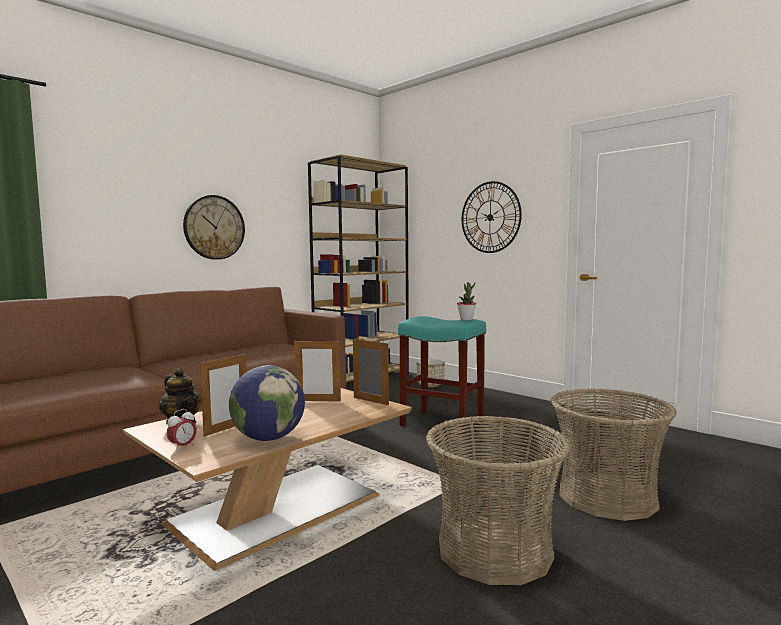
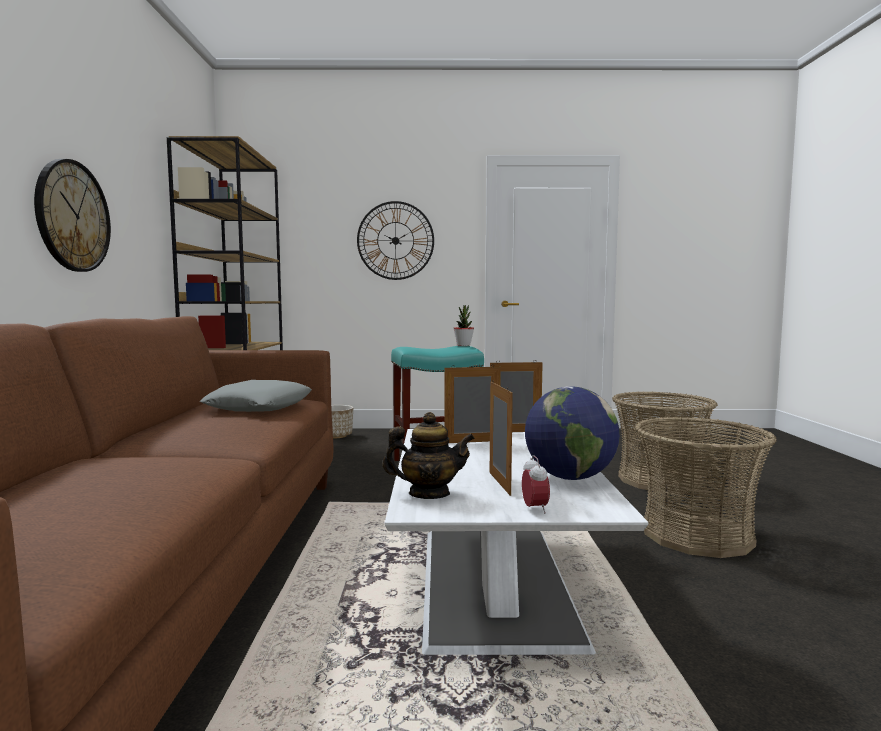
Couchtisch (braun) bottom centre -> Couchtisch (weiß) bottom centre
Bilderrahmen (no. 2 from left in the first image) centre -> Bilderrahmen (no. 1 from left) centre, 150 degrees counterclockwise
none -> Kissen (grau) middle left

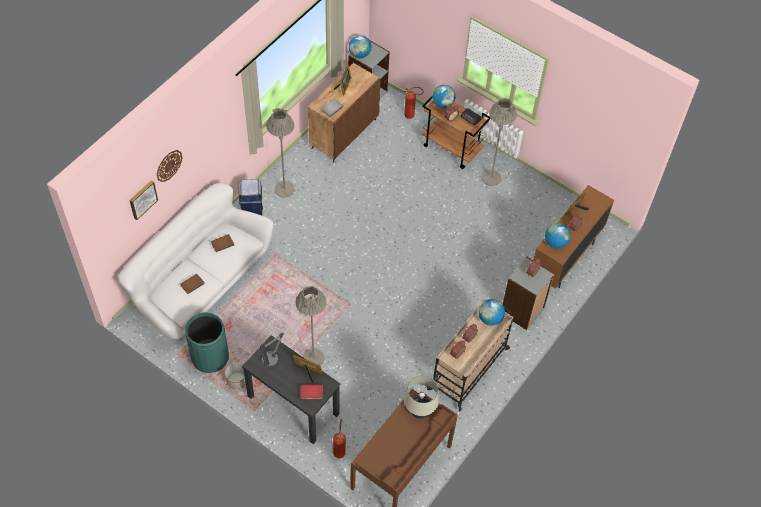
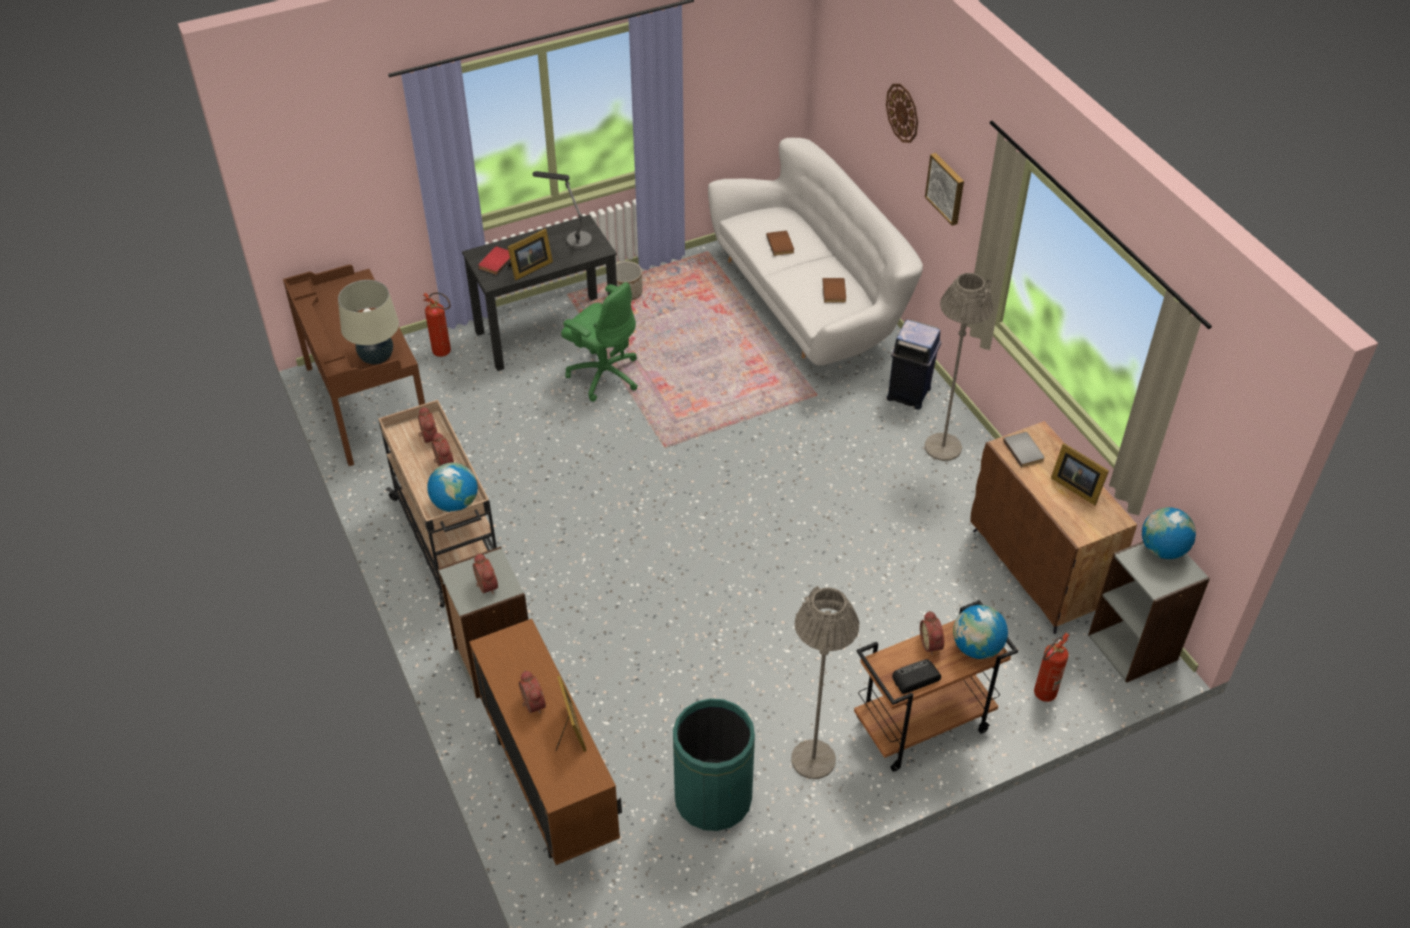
Bild middle left -> Bild top right, shifted
Mülleimer (grün) bottom left -> Mülleimer (grün) bottom centre, shifted
Stehlampe (grau) (no. 2 from left) centre -> Bürostuhl (grün) centre
Globus (no. 4 from left) middle right -> none

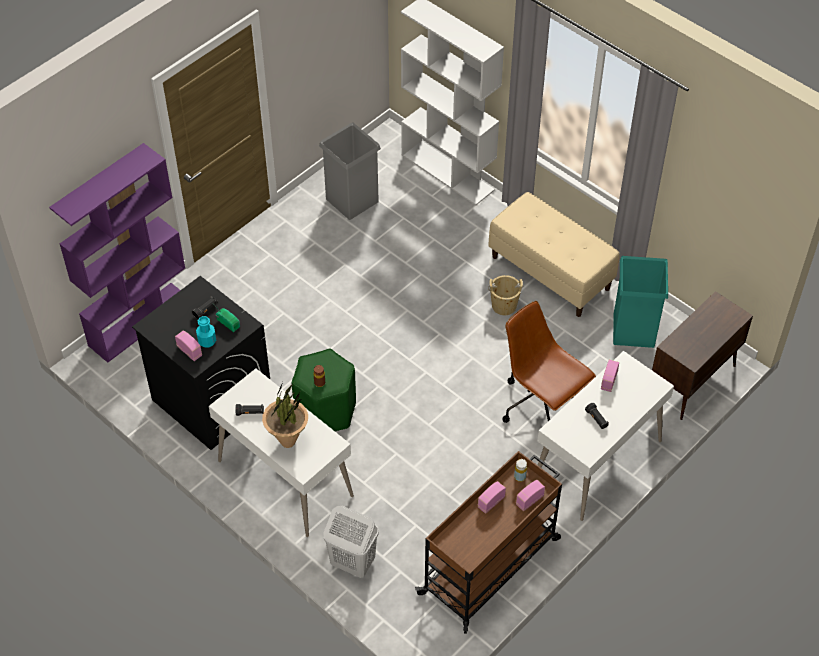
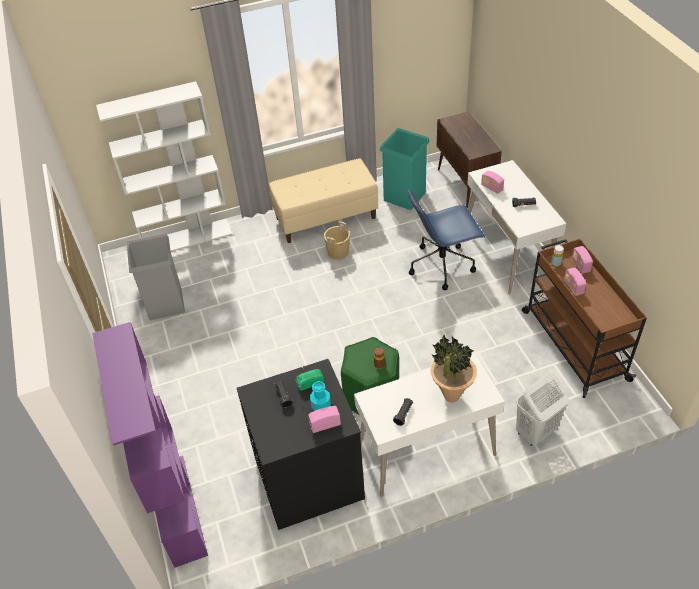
Bürostuhl (braun) middle right -> Bürostuhl (blau) centre

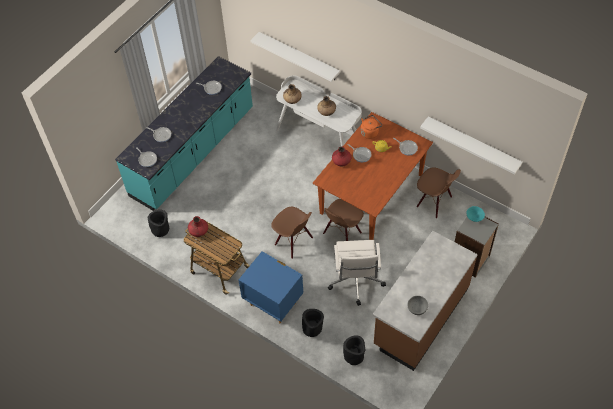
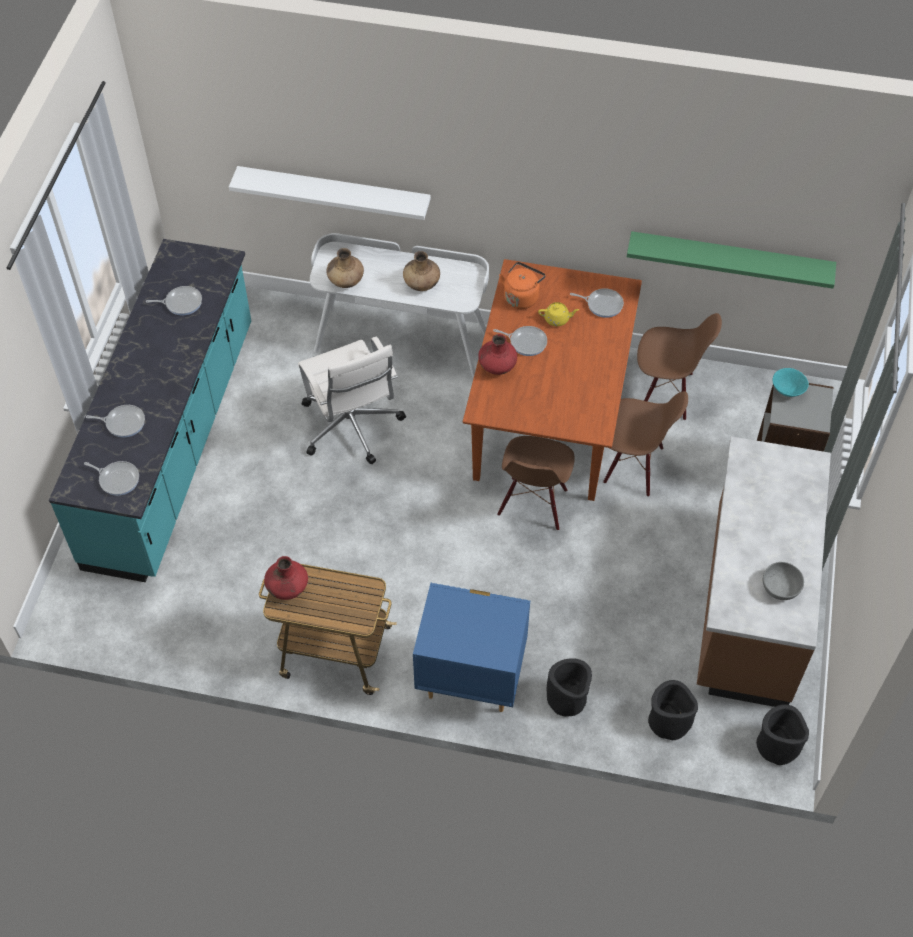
Pflanzkübel (schwarz) (no. 1 from left in the first image) middle left -> Pflanzkübel (schwarz) (no. 3 from left) bottom right, shifted
Stuhl (braun) (no. 1 from left in the first image) centre -> Stuhl (braun) (no. 2 from left) middle right, shifted
Bürostuhl (weiß) bottom centre -> Bürostuhl (weiß) centre, shifted
Wandregal (weiß) (no. 2 from left) middle right -> Wandregal (grün) top right

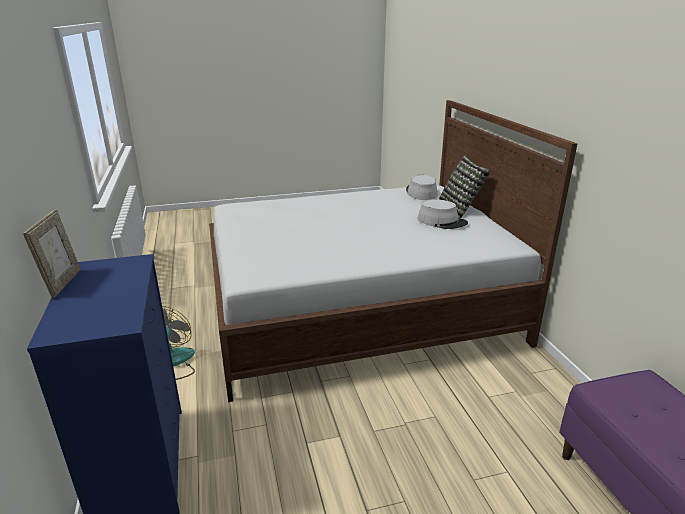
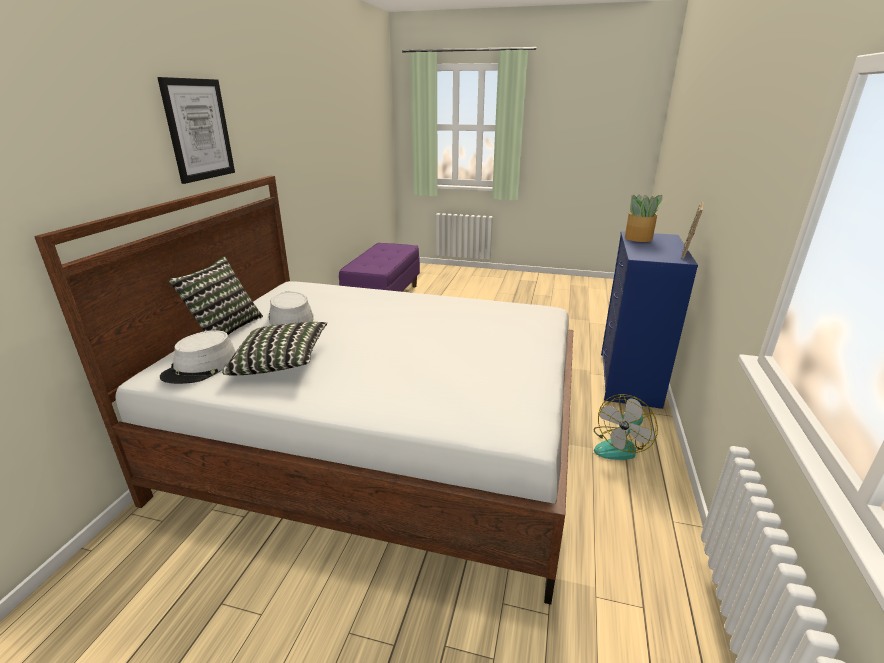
none -> Bild top left
none -> Kissen (no. 2 from left) middle left
none -> Topfpflanze top right

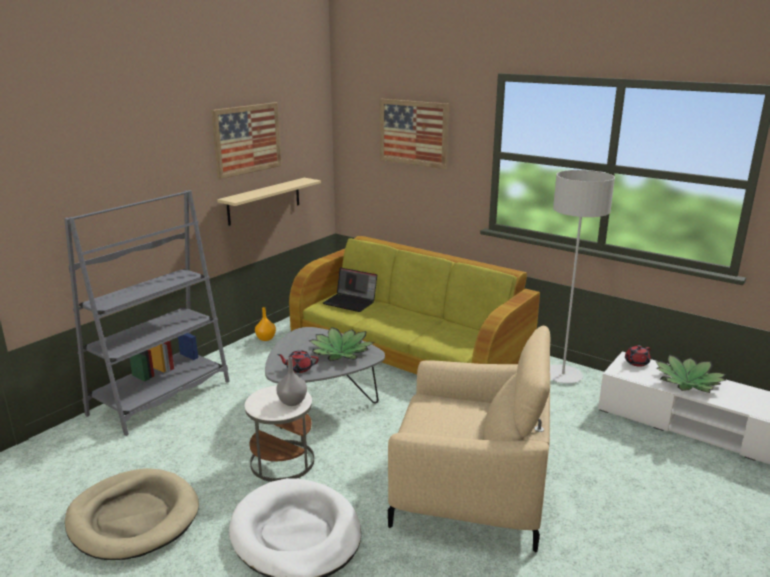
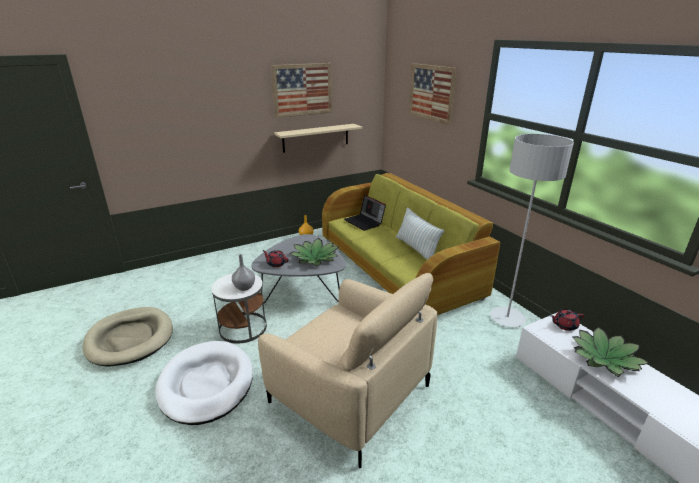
Bücherregal (grau) middle left -> none
none -> Kissen centre

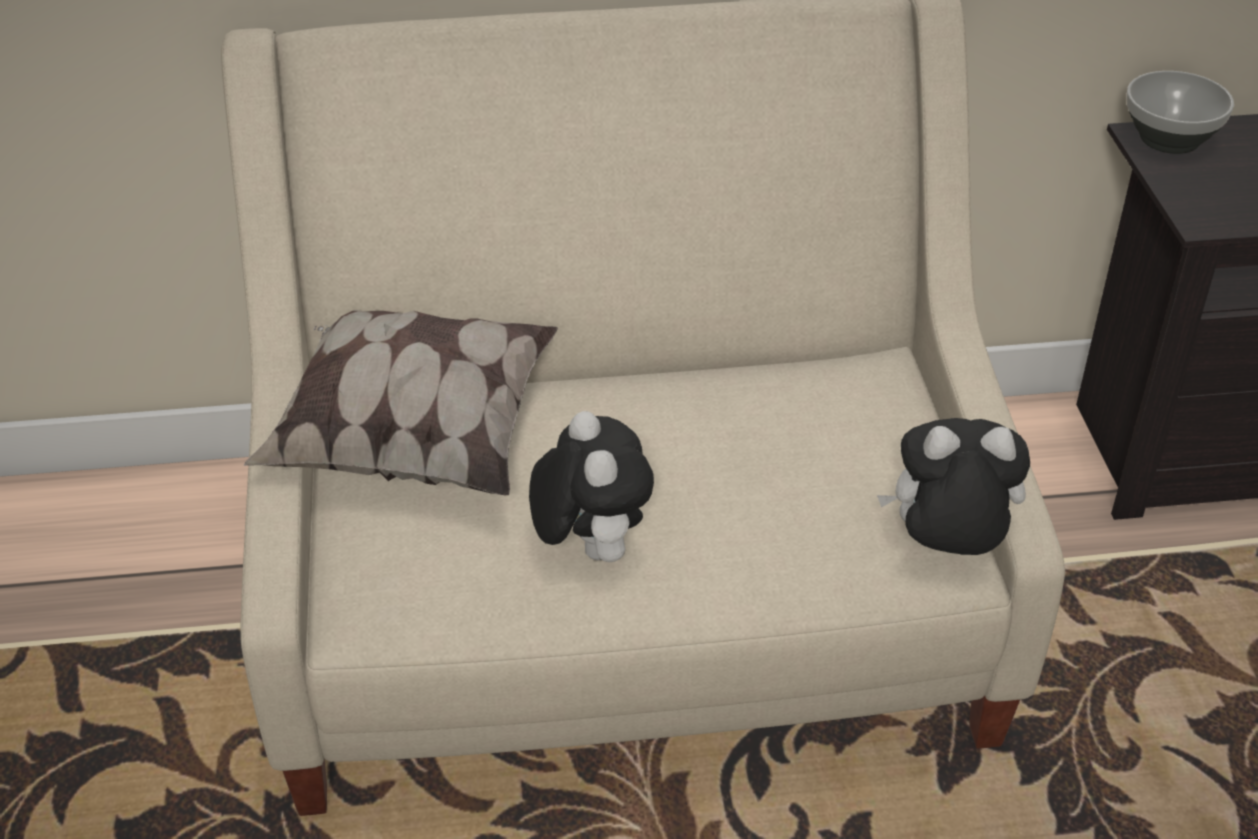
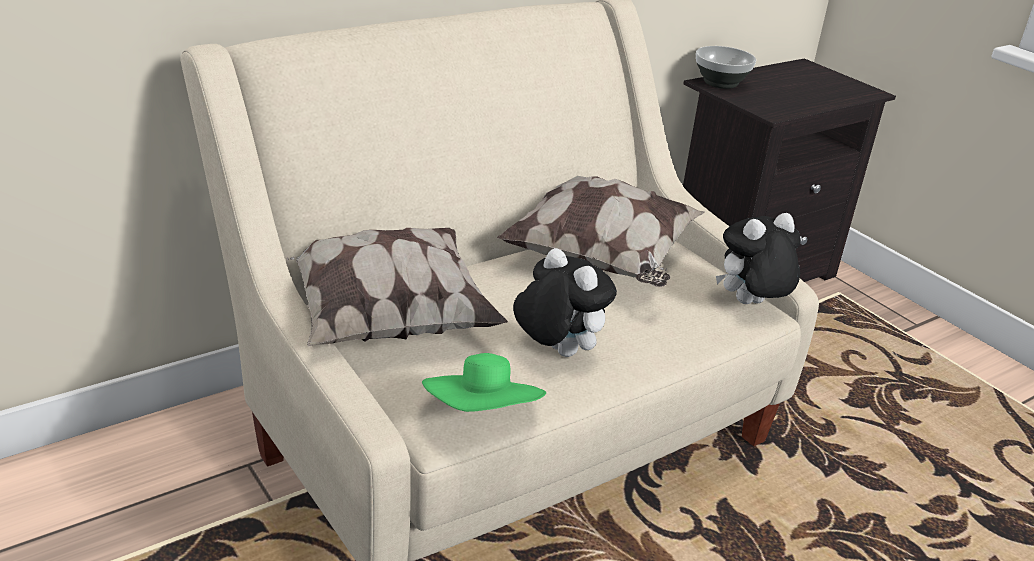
none -> Hut (grün) bottom centre
none -> Kissen (no. 2 from left) centre

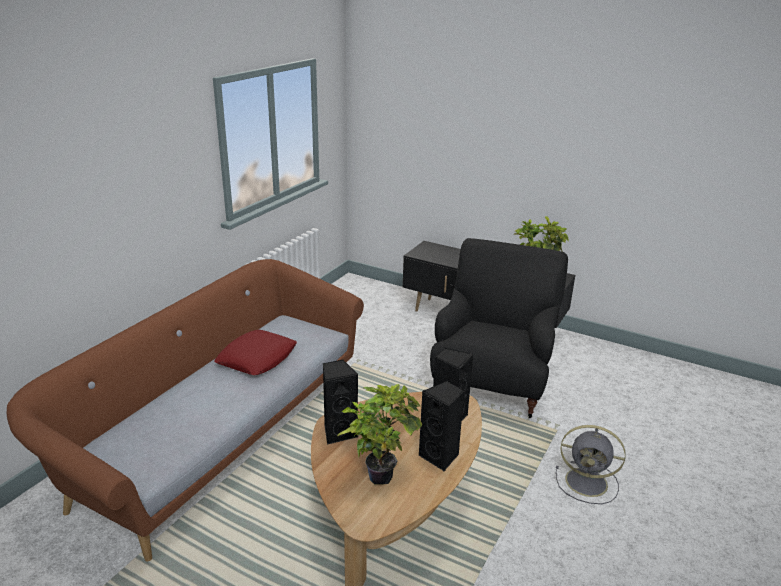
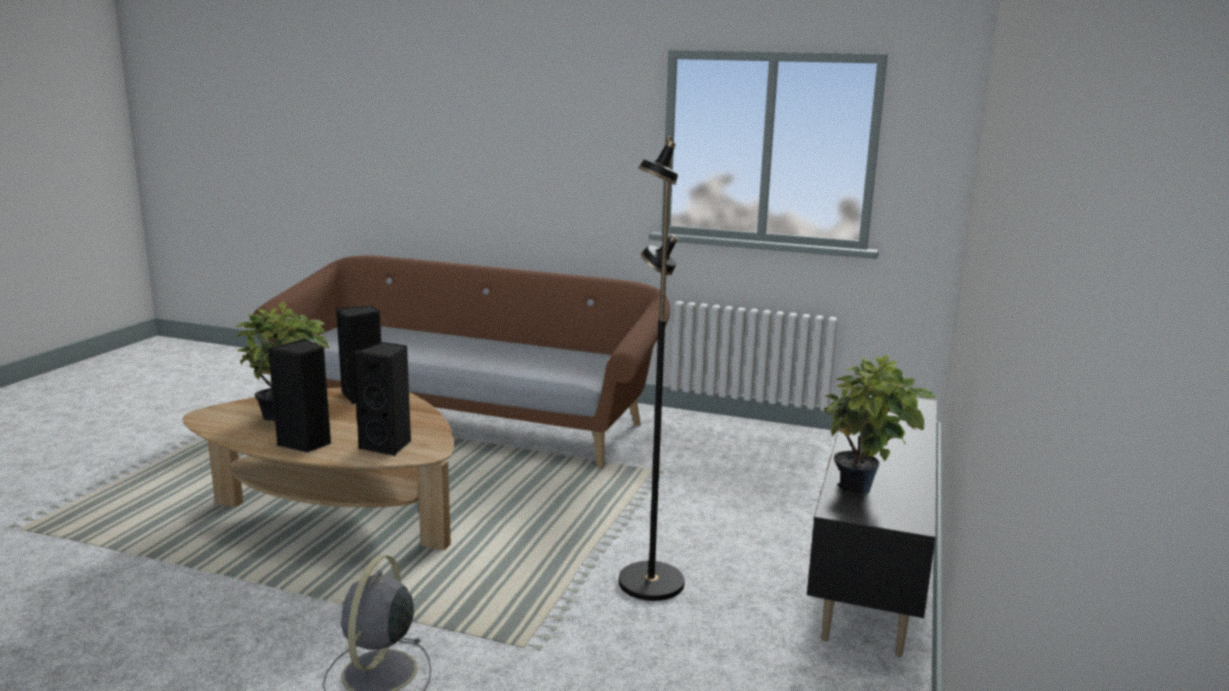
Kissen (rot) middle left -> none
Sessel (schwarz) centre -> Stehlampe (schwarz) centre

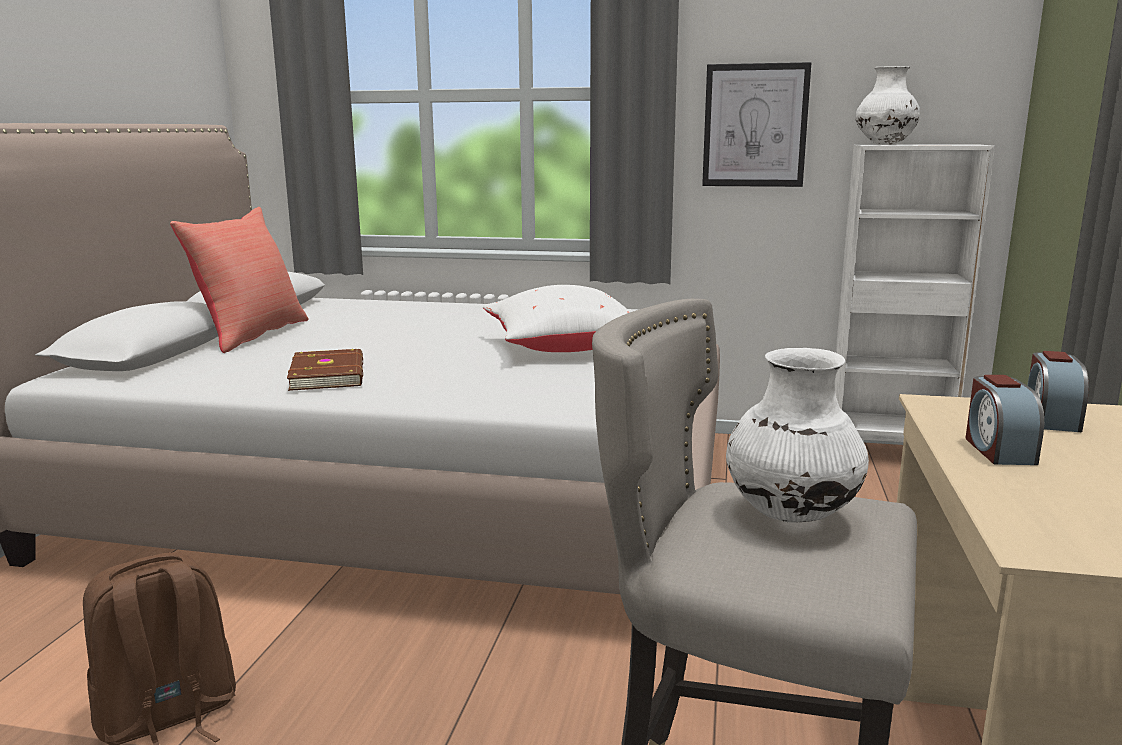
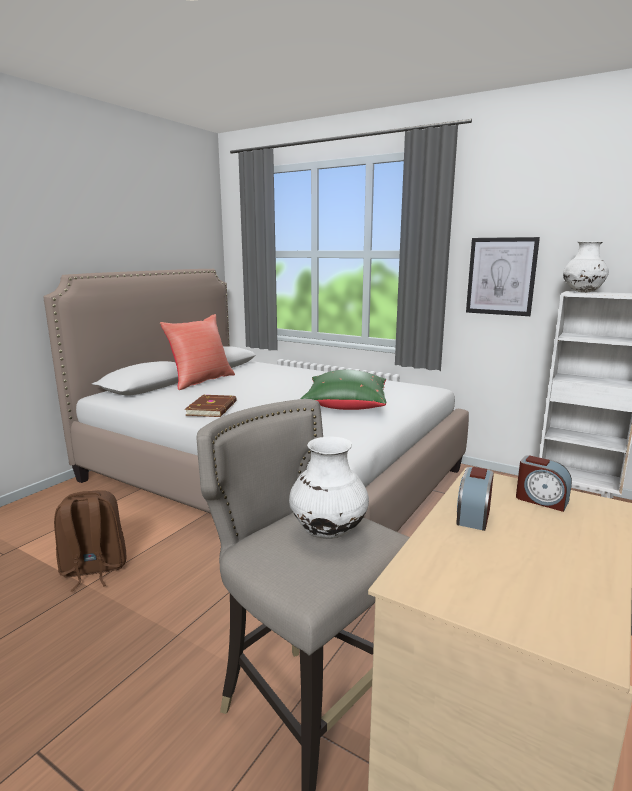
Kissen (weiß) centre -> Kissen (grün) centre
Wecker (no. 2 from left) middle right, 90 degrees counterclockwise

